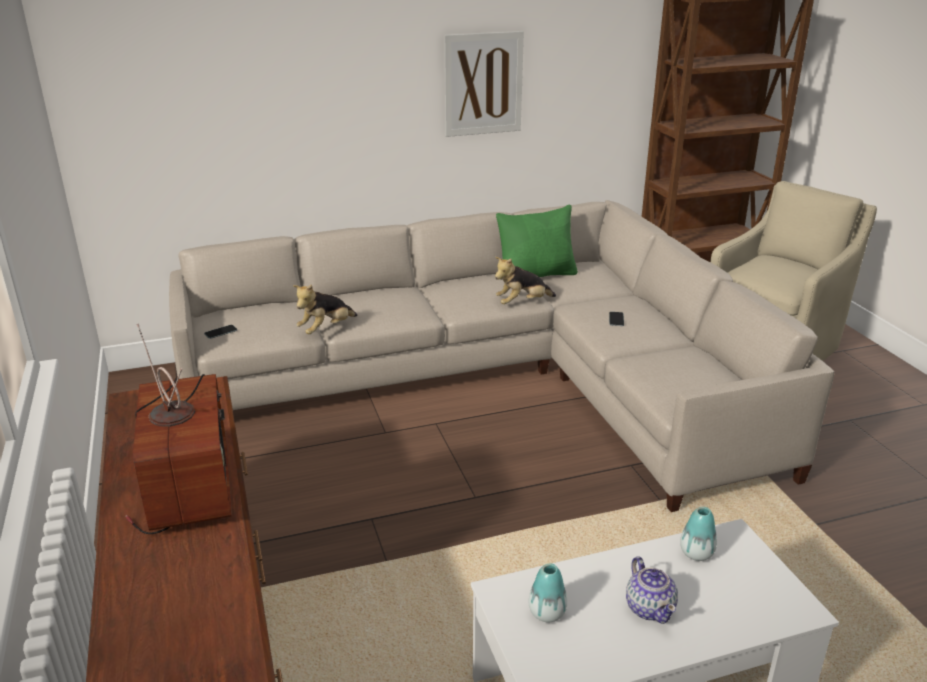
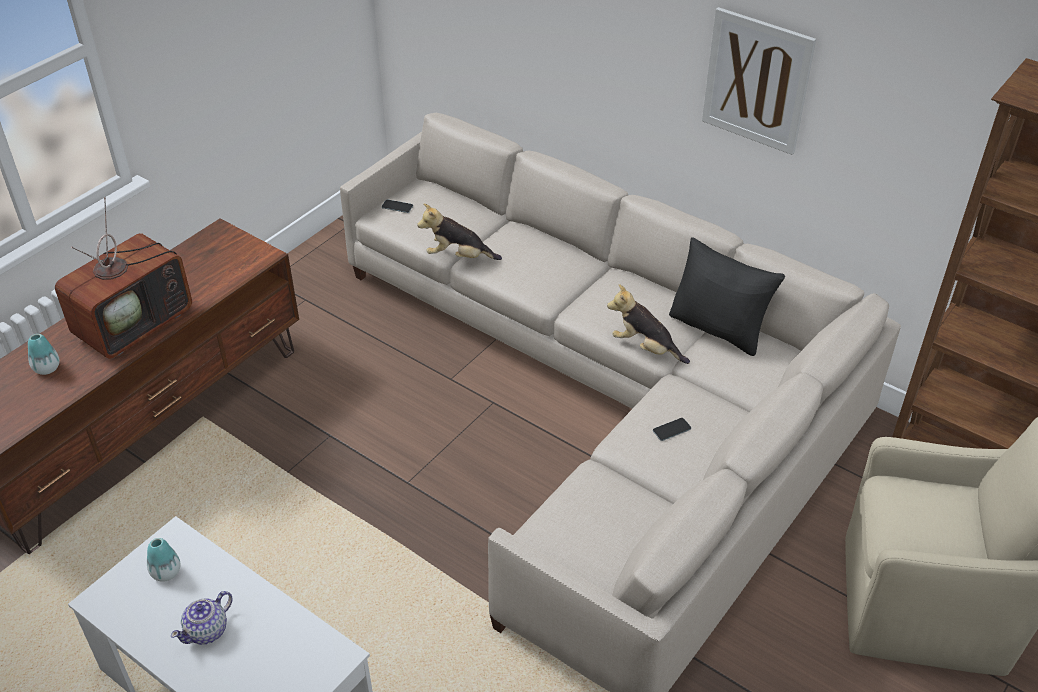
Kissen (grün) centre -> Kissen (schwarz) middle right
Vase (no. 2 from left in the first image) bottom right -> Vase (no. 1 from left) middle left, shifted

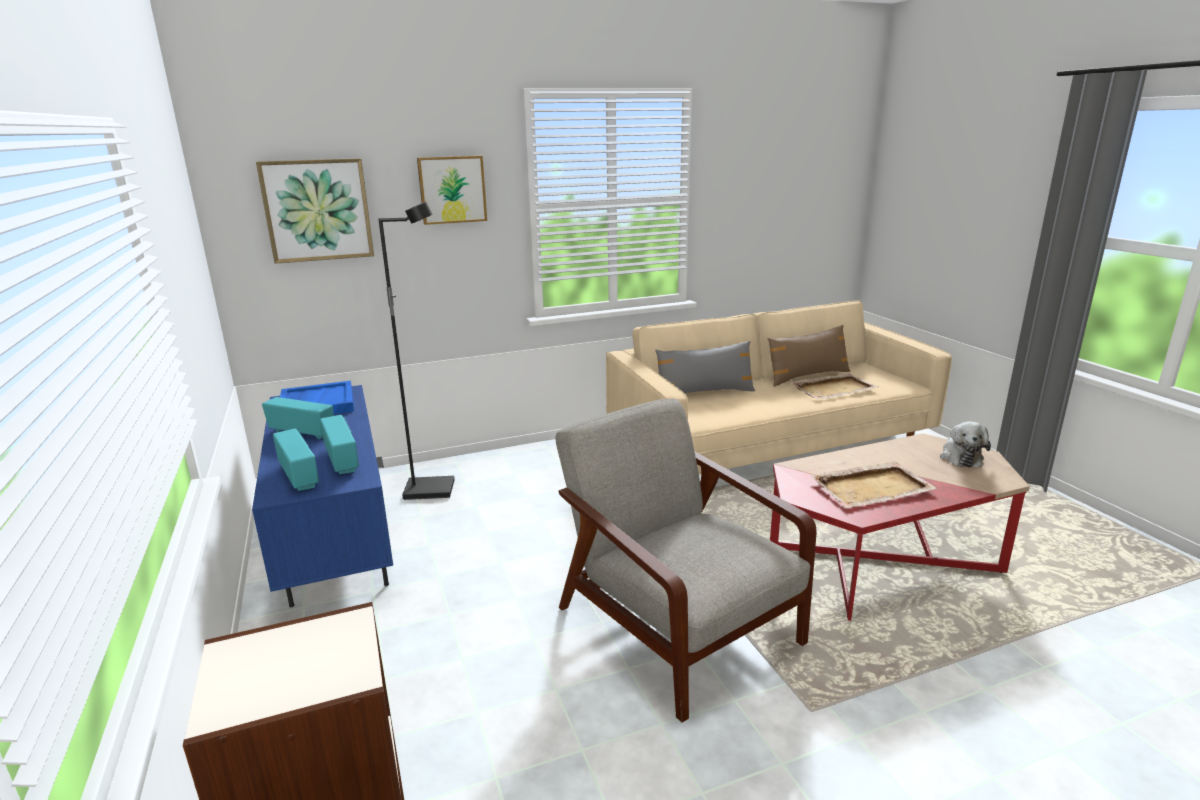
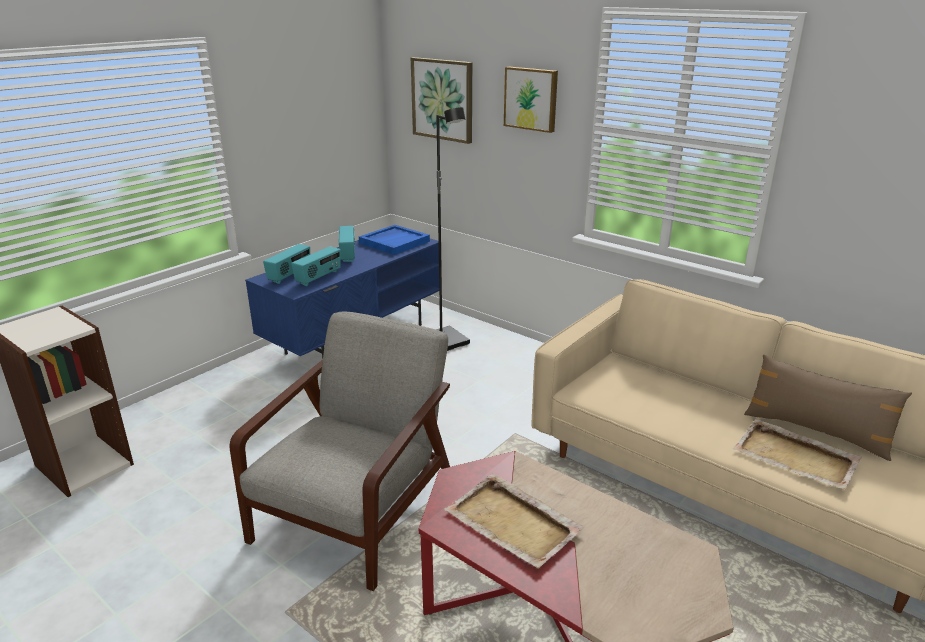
Kissen (grau) centre -> none
Plüschtier middle right -> none

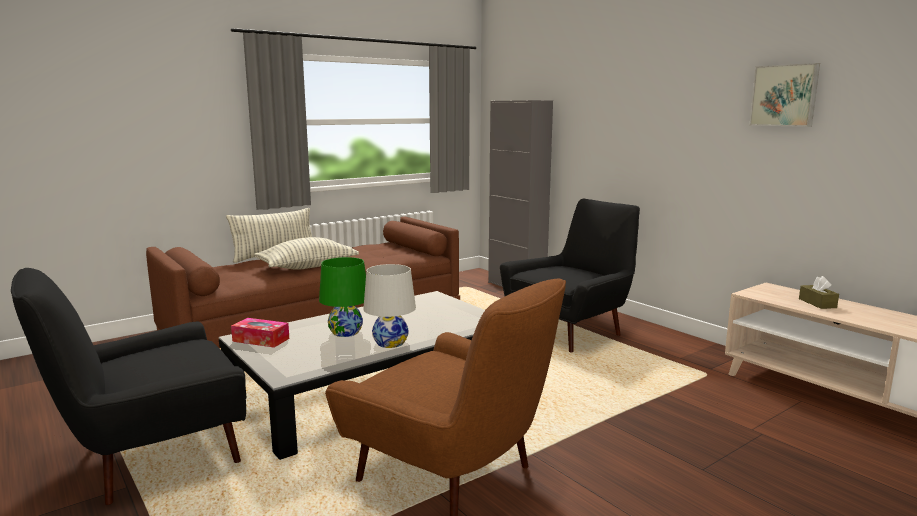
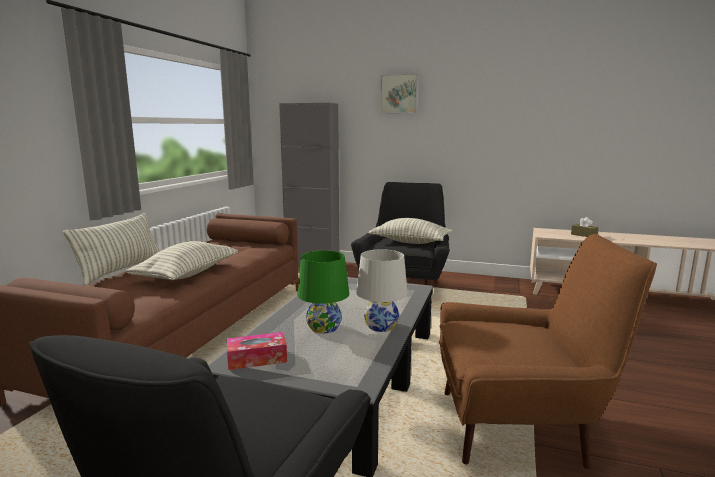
Bild top right -> Bild top centre, shifted
none -> Kissen (no. 3 from left) centre

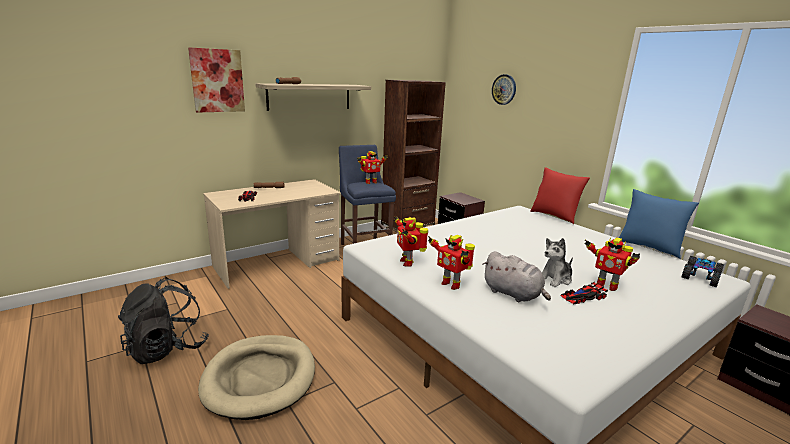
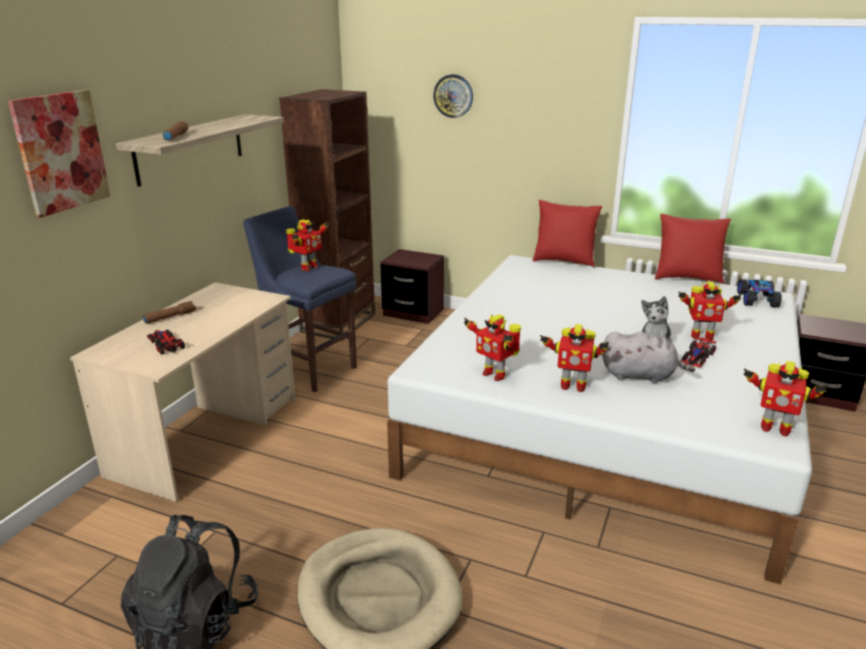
Kissen (blau) middle right -> Kissen (rot) (no. 2 from left) middle right
none -> Spielzeugroboter (no. 5 from left) middle right

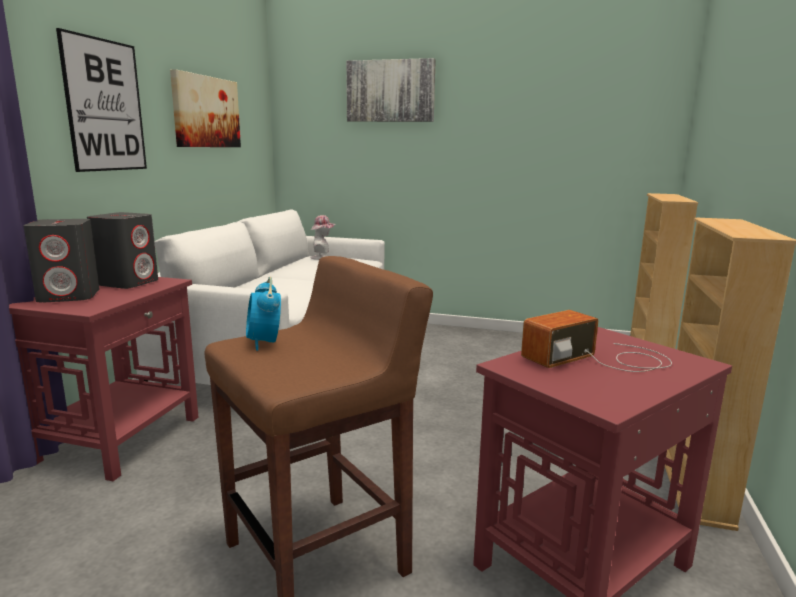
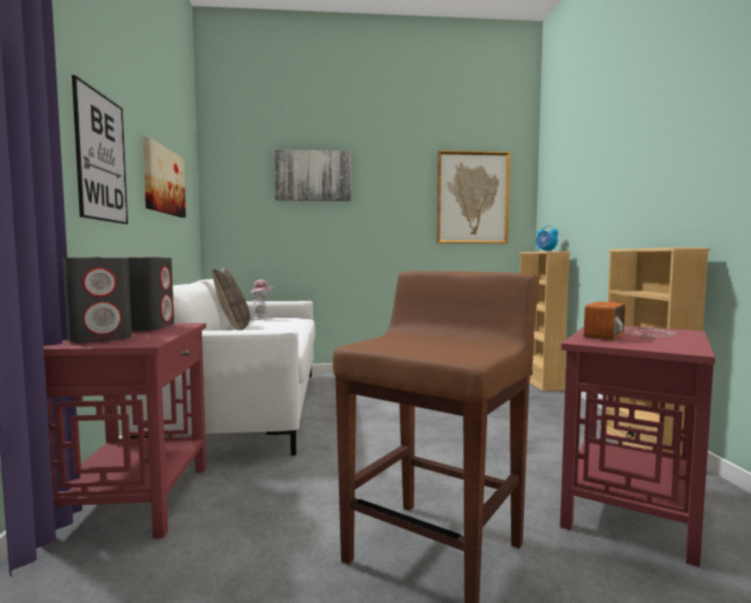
Wecker middle left -> Wecker middle right, shifted
none -> Kissen middle left
none -> Bild (no. 4 from left) top centre

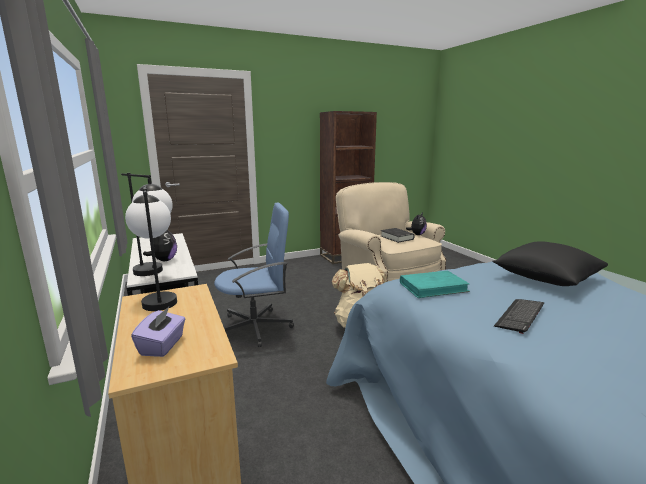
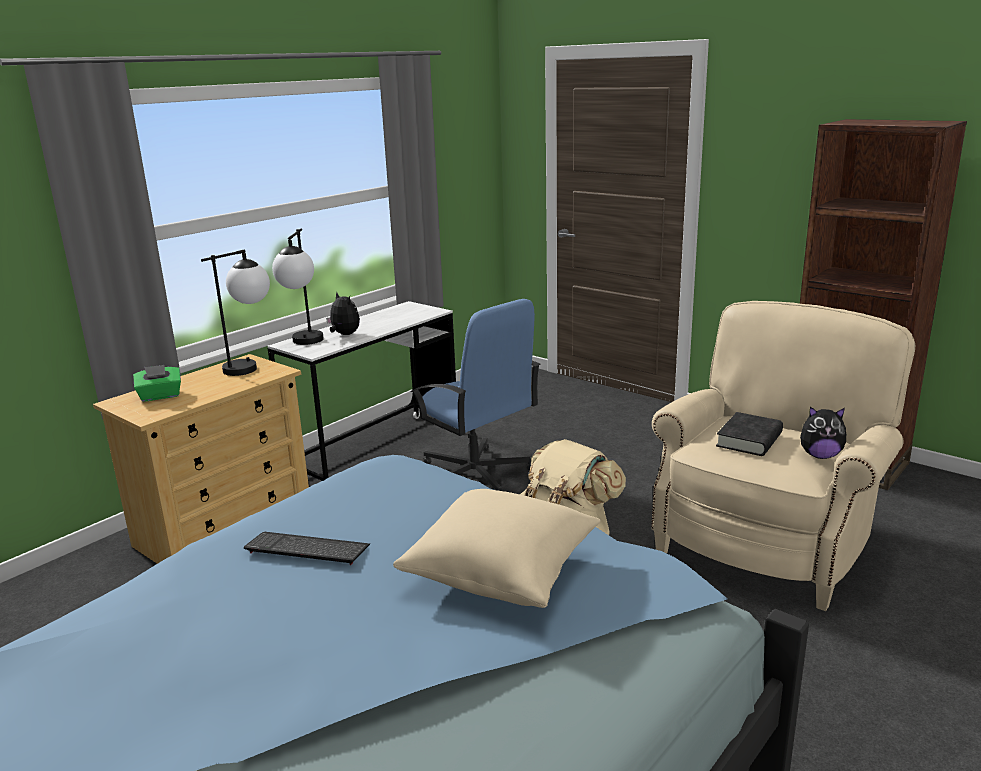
Taschentuchbox (lila) bottom left -> Taschentuchbox (grün) middle left
Plüschtier (no. 1 from left) middle left -> Plüschtier (no. 1 from left) centre, 105 degrees counterclockwise
Buch (türkis) middle right -> none
Kissen (schwarz) middle right -> Kissen (beige) bottom centre

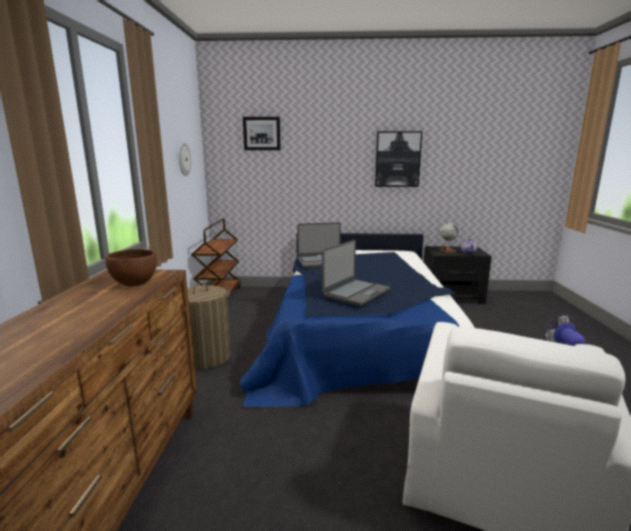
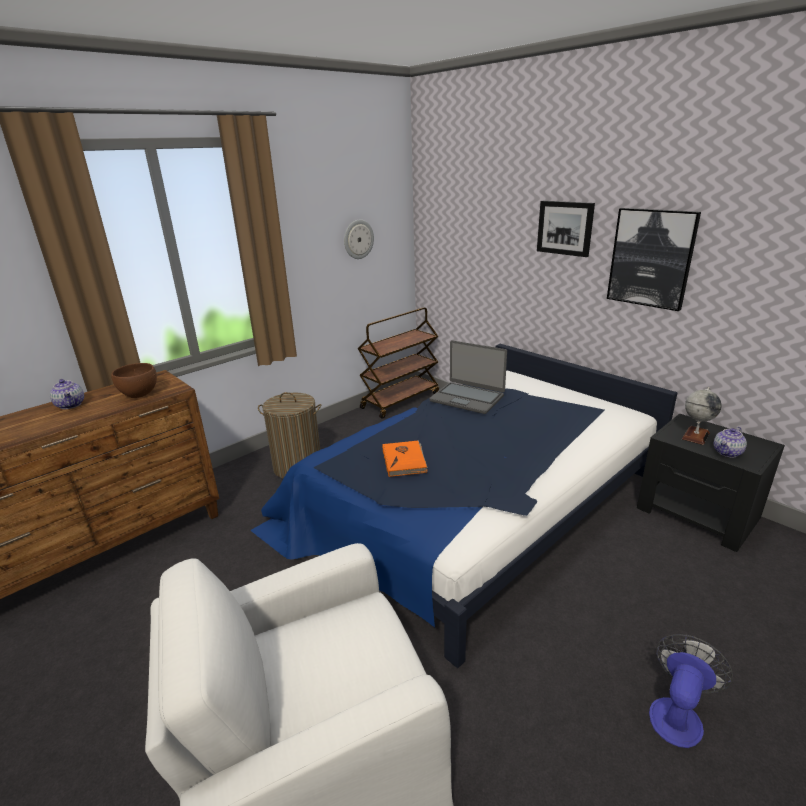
Bild (no. 1 from left) top centre -> Bild (no. 1 from left) top right, shifted
Laptop (no. 2 from left) centre -> Buch (orange) centre
none -> Teekanne (no. 1 from left) middle left

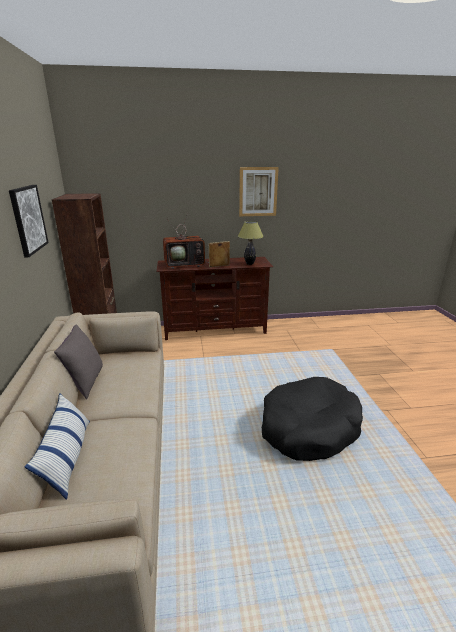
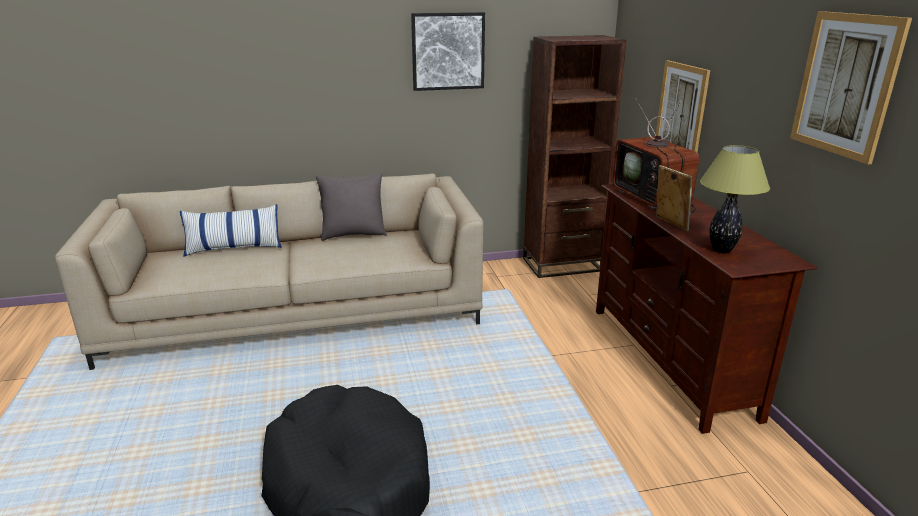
none -> Bild (no. 2 from left) top right

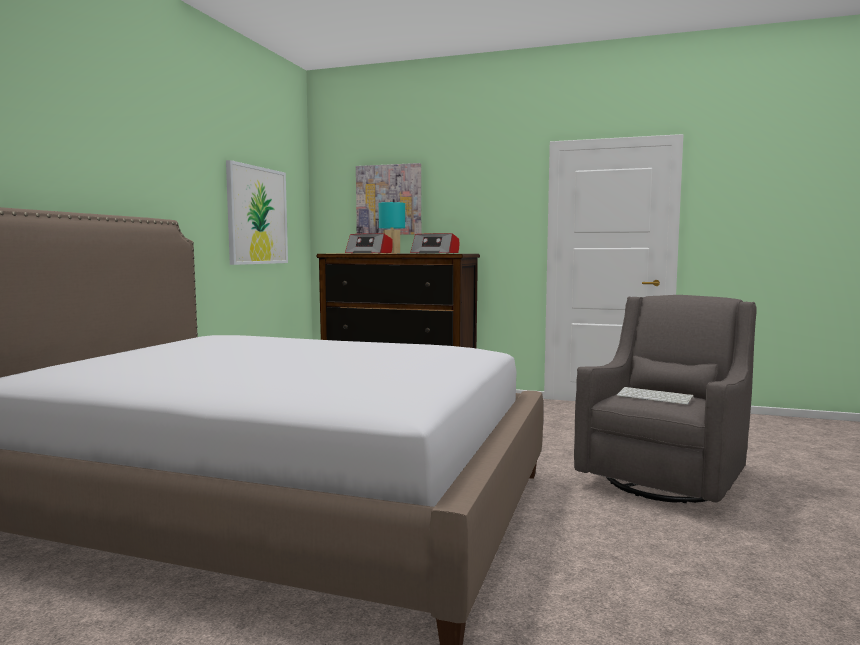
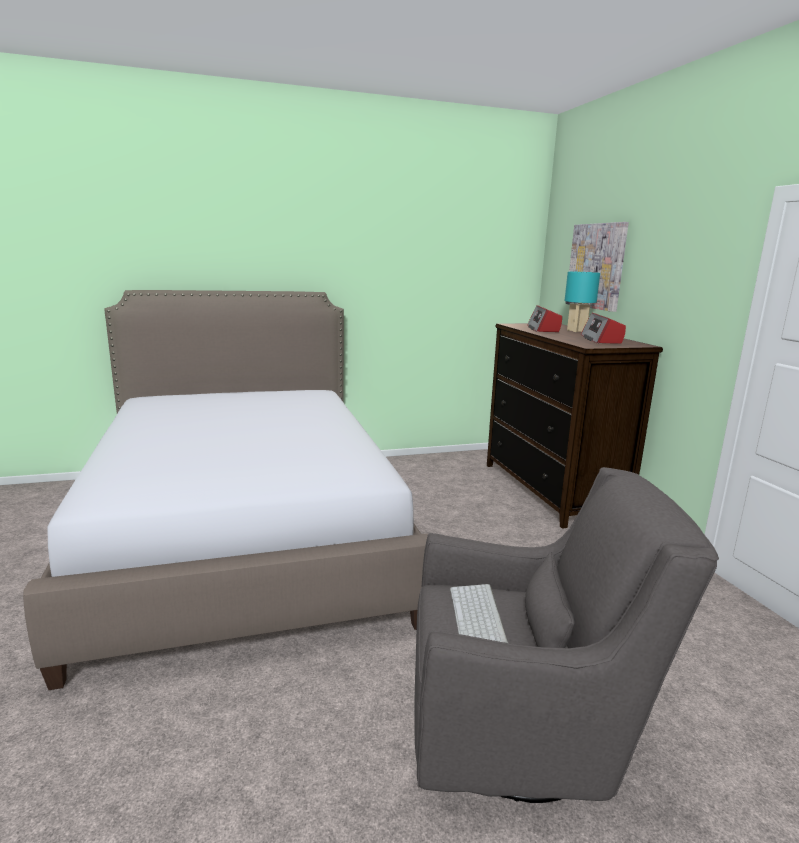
Bild (no. 1 from left) top left -> none

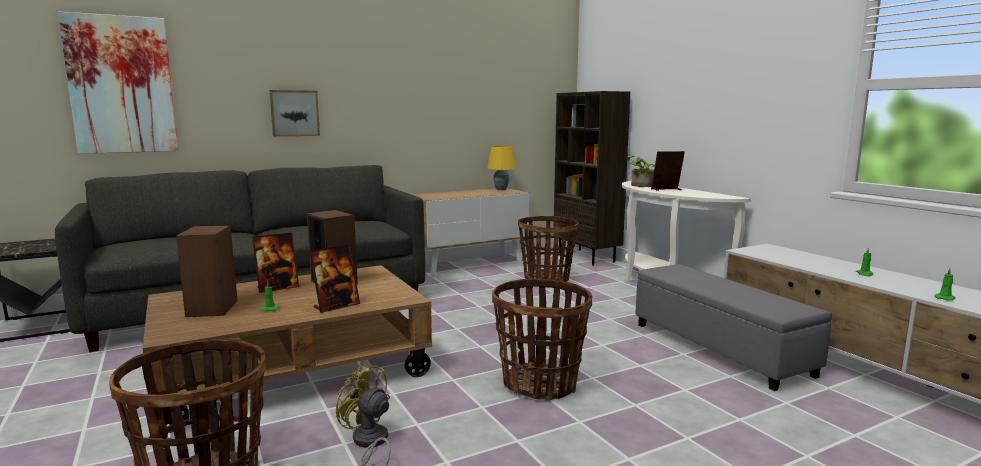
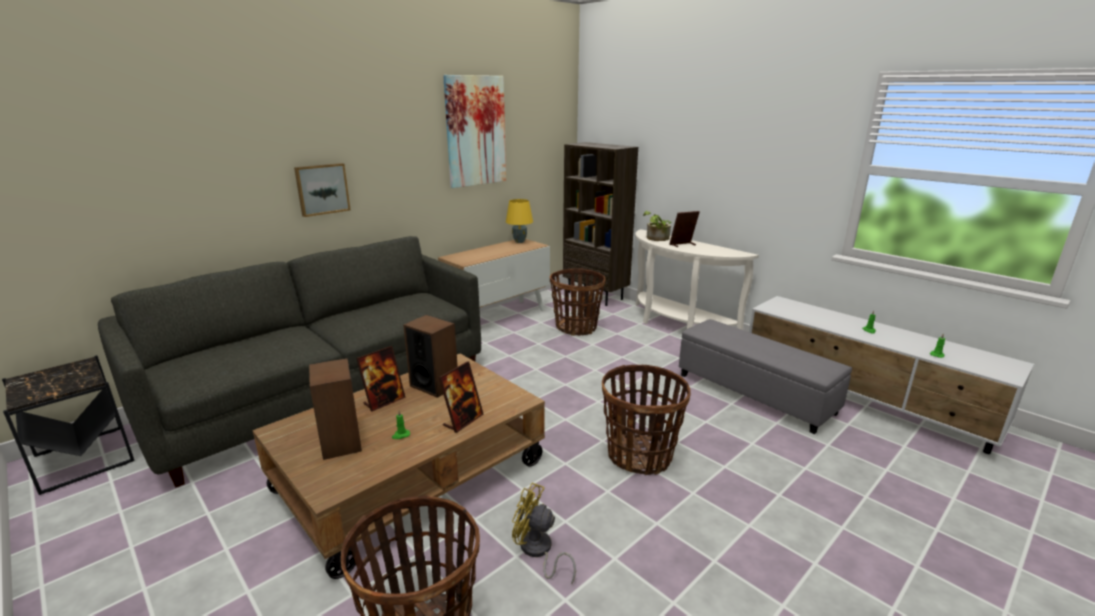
Bild (no. 1 from left in the first image) top left -> Bild (no. 2 from left) top centre, shifted

